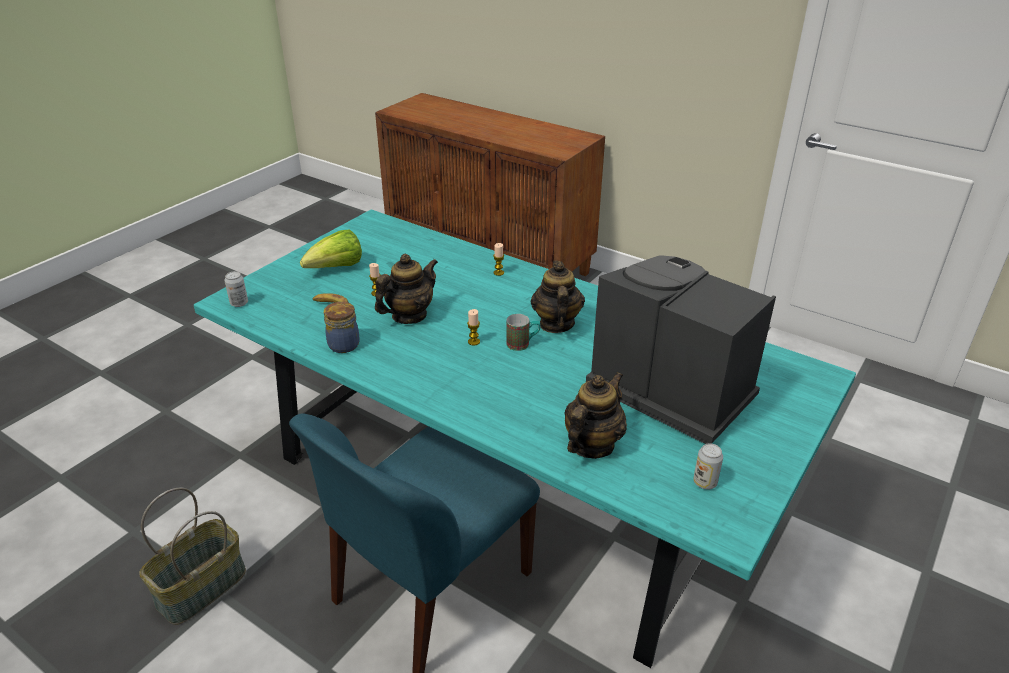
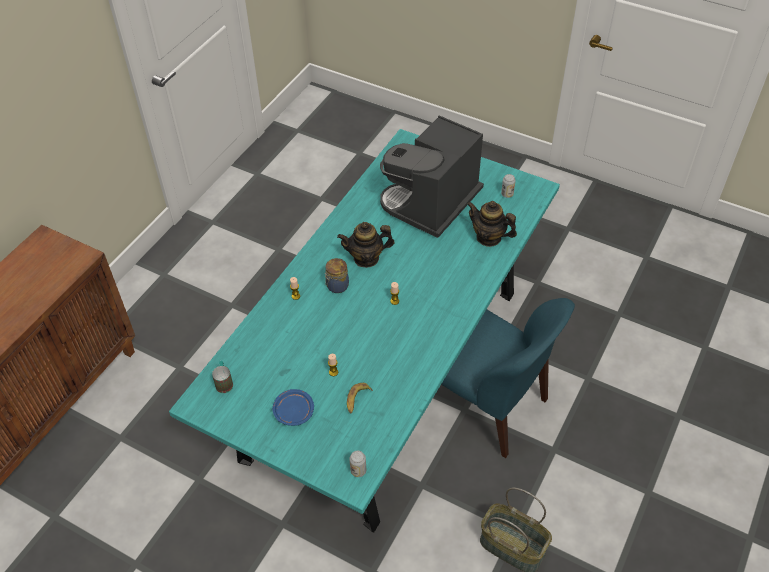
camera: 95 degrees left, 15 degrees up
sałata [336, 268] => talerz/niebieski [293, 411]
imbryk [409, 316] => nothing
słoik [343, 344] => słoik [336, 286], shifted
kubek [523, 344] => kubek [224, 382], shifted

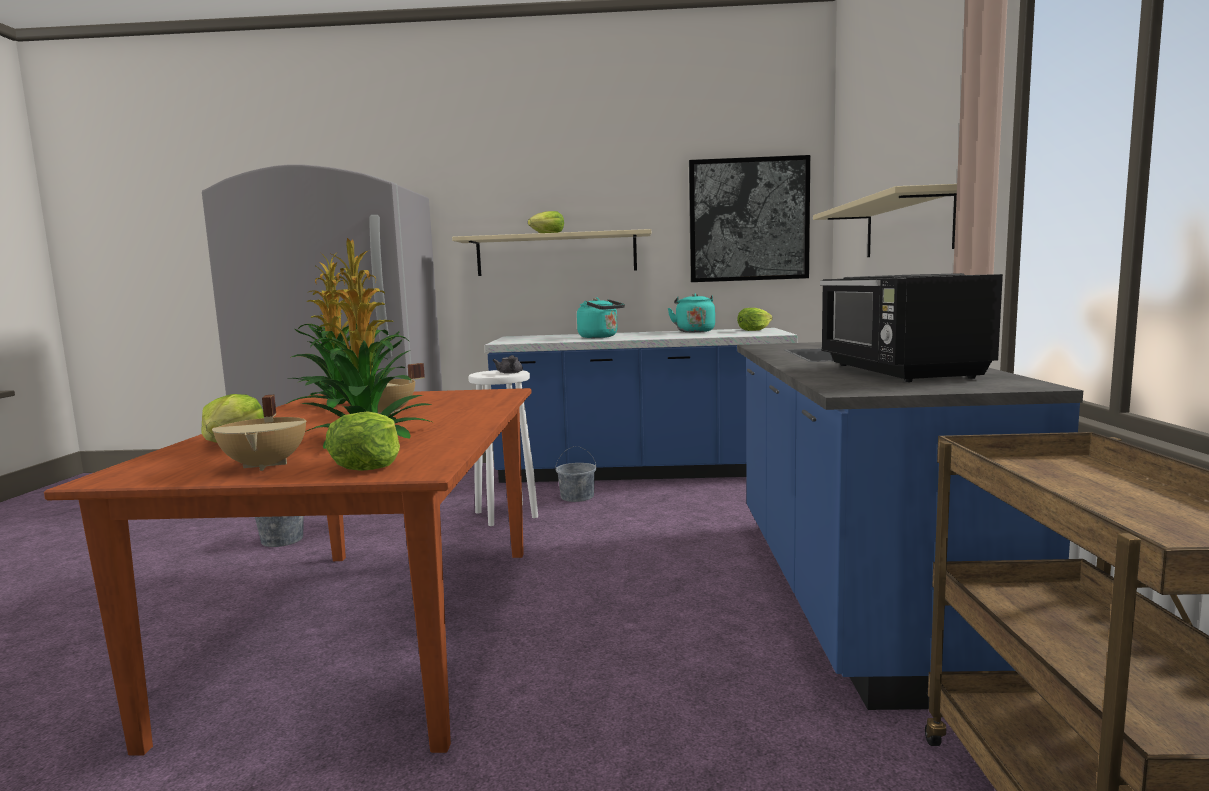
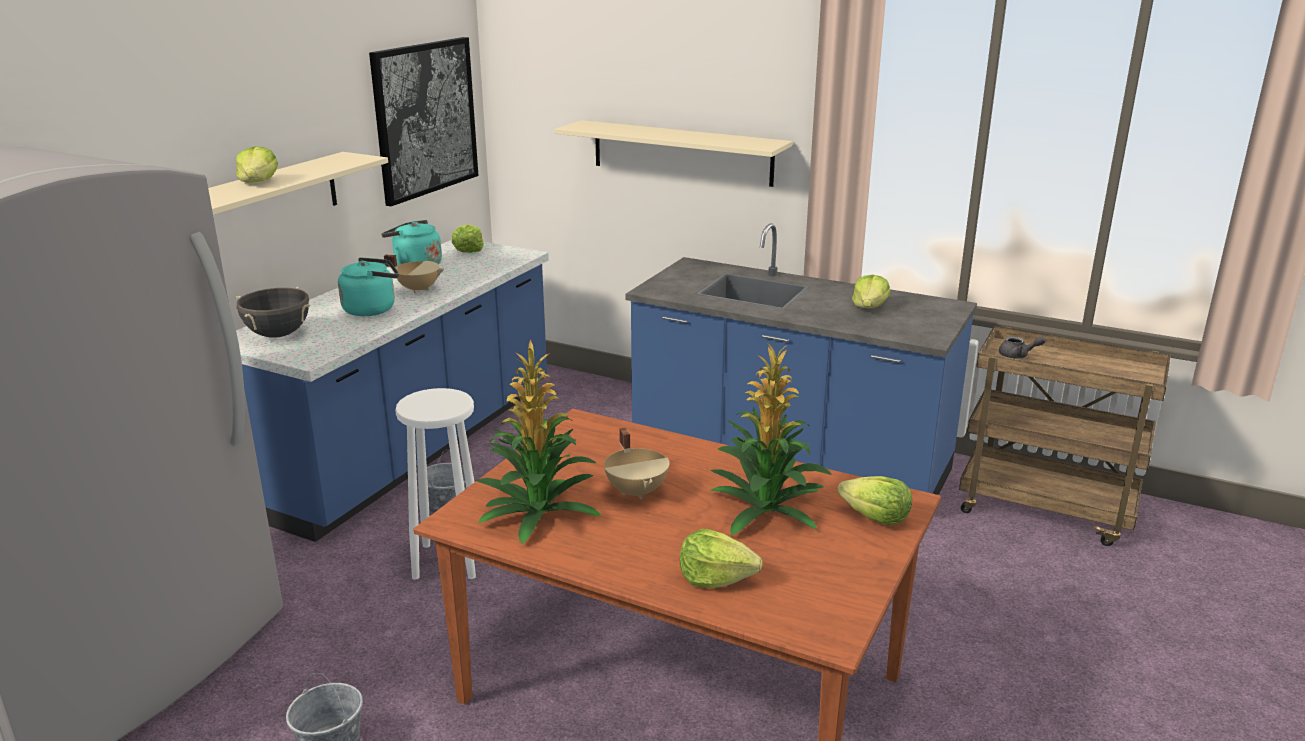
camera: 65 degrees left, 15 degrees up
mikrofalówka/czarny [899, 371] => sałata [869, 307]
imbryk/szary [510, 373] => imbryk/szary [1017, 355], shifted
garnek/beżowy [267, 465] => garnek/beżowy [418, 289], shifted
nothing => garnek/czarny [278, 335]

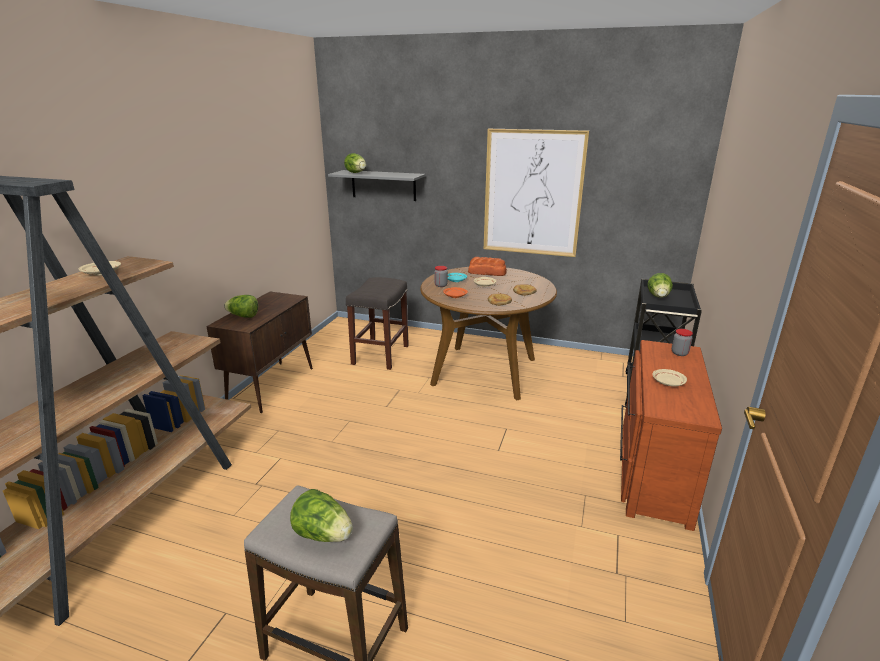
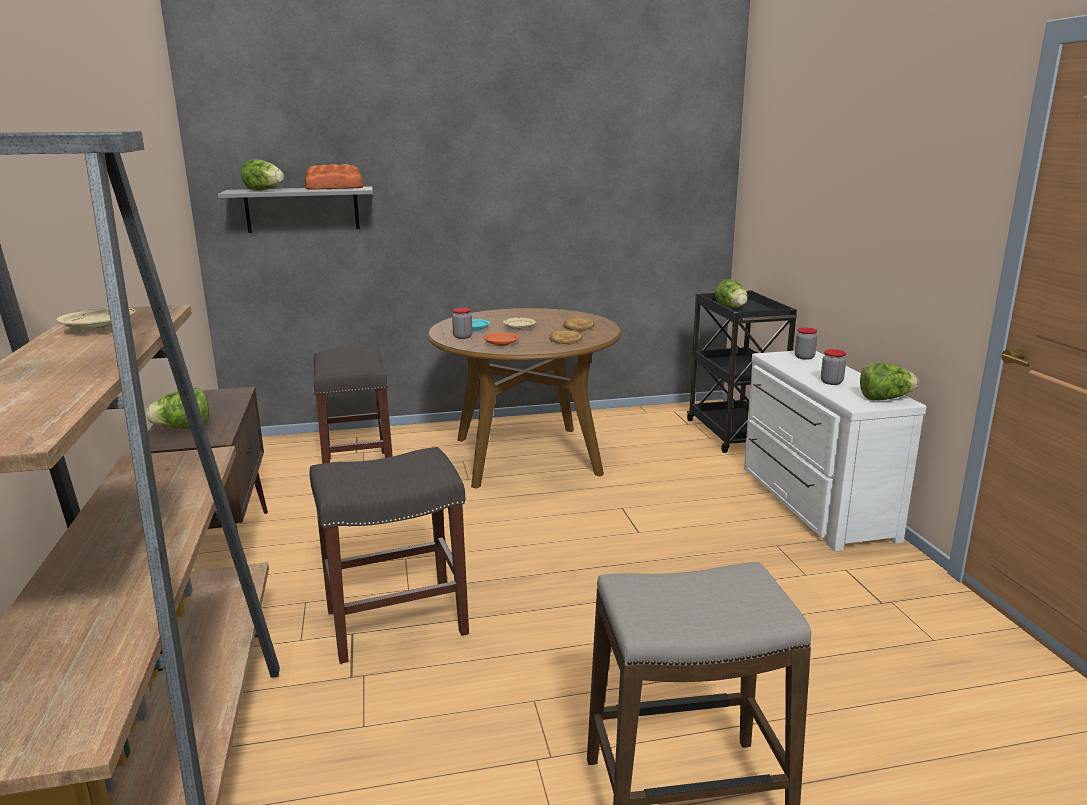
camera: 30 degrees left, 5 degrees down
obraz [533, 193] => nothing
chleb [487, 272] => chleb [335, 188], shifted
komoda/brązowy [651, 470] => komoda/biały [811, 502]
talerz/beżowy [668, 382] => słoik [831, 382]
sałata [324, 534] => sałata [884, 399], shifted
nothing => stołek/szary [398, 621]

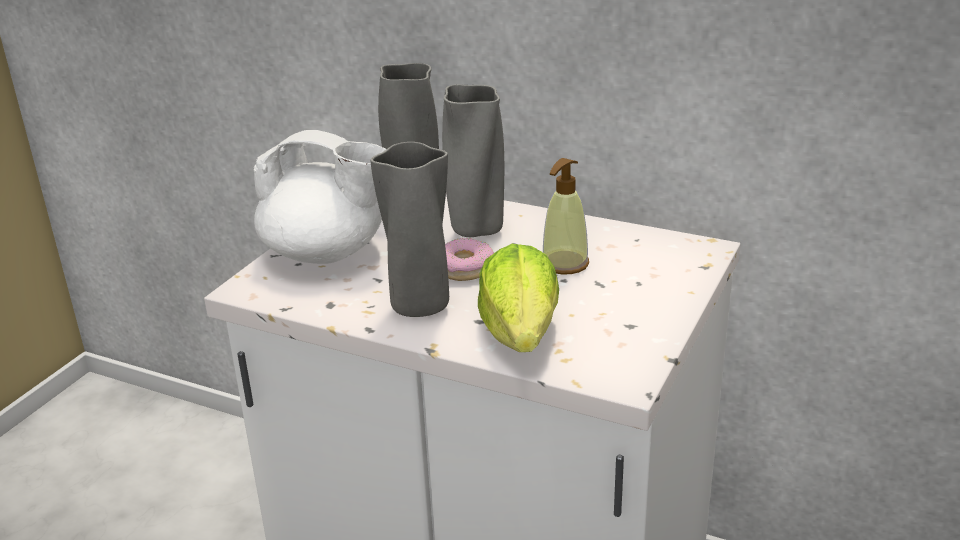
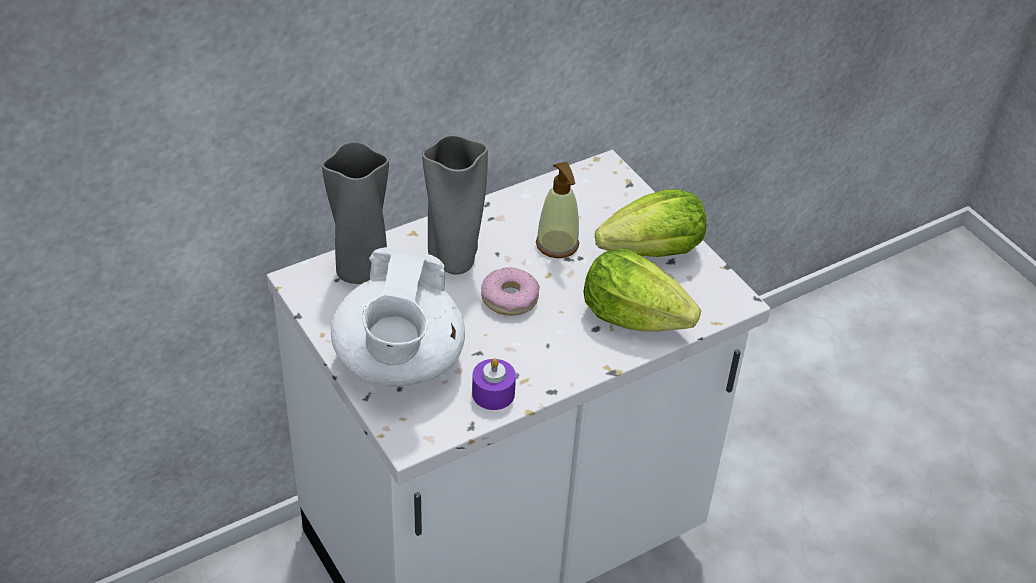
camera: 60 degrees left, 15 degrees up
imbryk/biały [326, 253] => imbryk/biały [399, 363], 135 degrees clockwise
wazon/szary [420, 306] => nothing
nothing => sałata [653, 252]
nothing => świeca/fioletowy [493, 393]

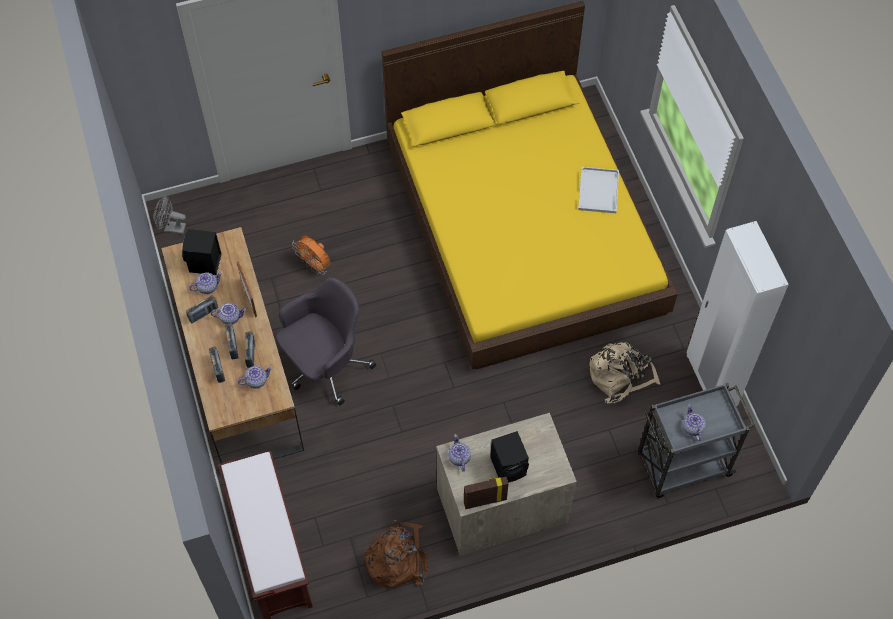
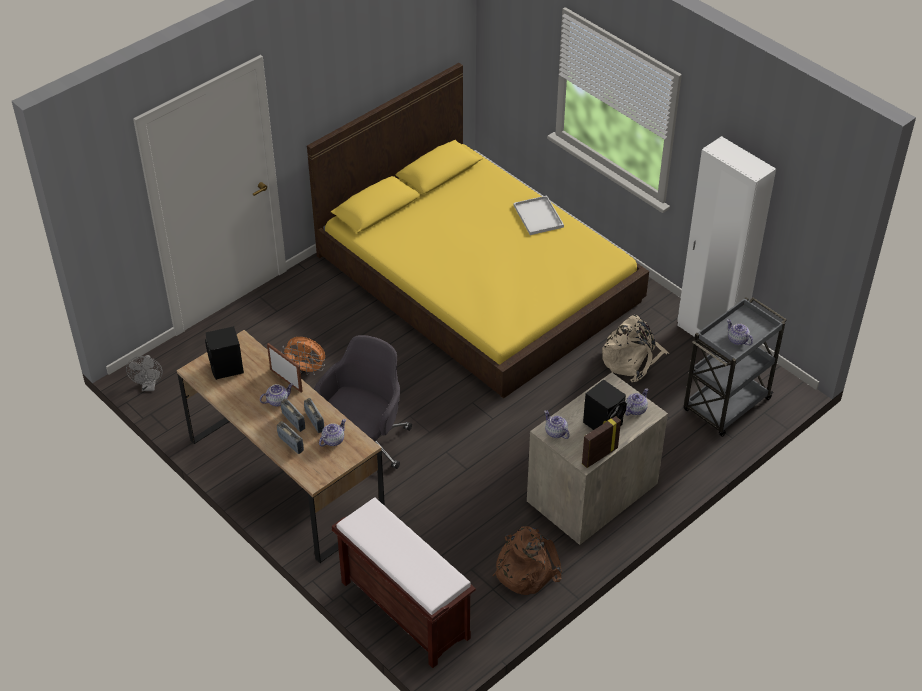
camera: 25 degrees left, 15 degrees down
wentylator/szary [171, 228] => wentylator/szary [149, 386], 75 degrees counterclockwise
imbryk [207, 287] => imbryk [635, 409], shifted
radio [203, 314] => nothing

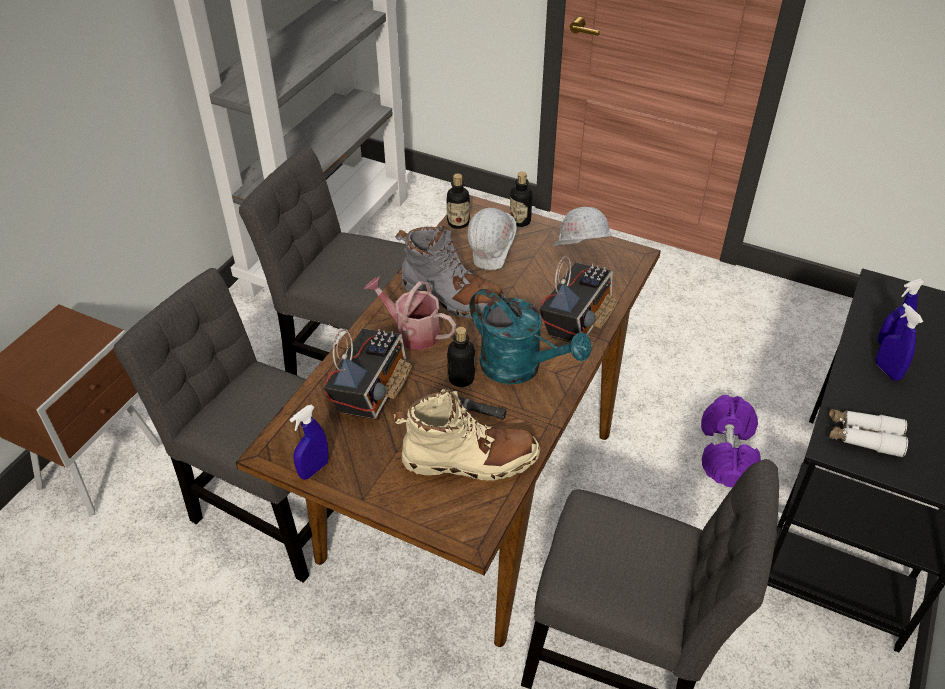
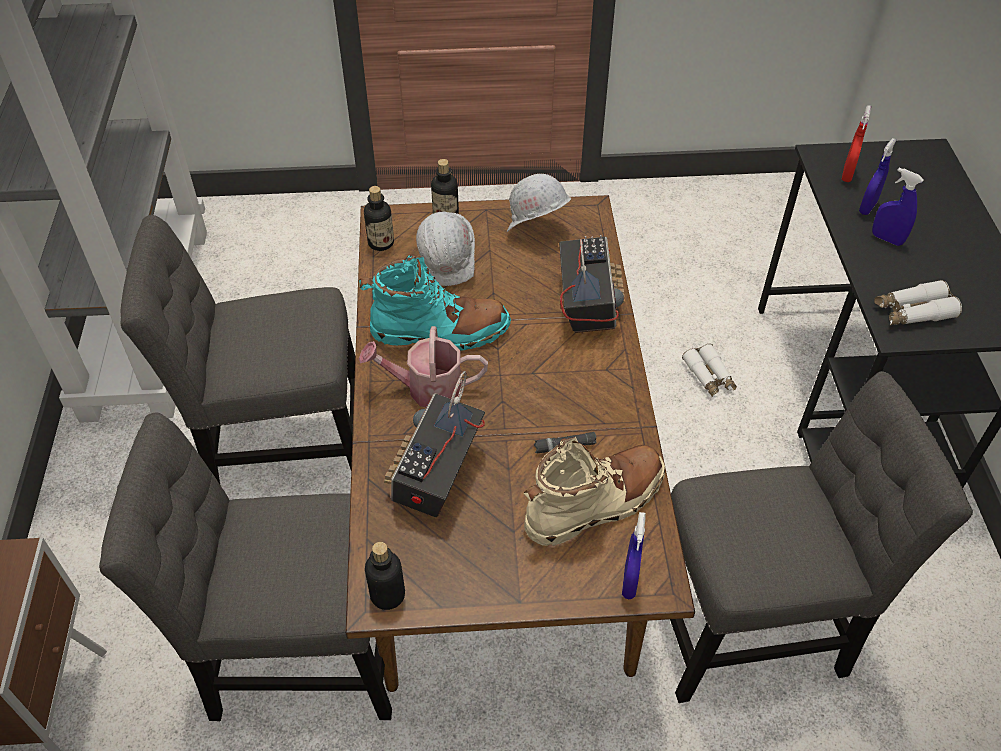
camera: 30 degrees left, 5 degrees up
but z cholewką/szary [452, 297] => but z cholewką/turkusowy [439, 331]
konewka/turkusowy [520, 368] => nothing
butelka [461, 378] => butelka [387, 595], shifted
radio [372, 392] => radio [436, 477], 150 degrees counterclockwise
hantel/fioletowy [726, 452] => lornetka/biały [709, 376]
spryskiwacz/niebieski [314, 469] => spryskiwacz/niebieski [629, 582], shifted
nothing => spryskiwacz/czerwony [847, 174]

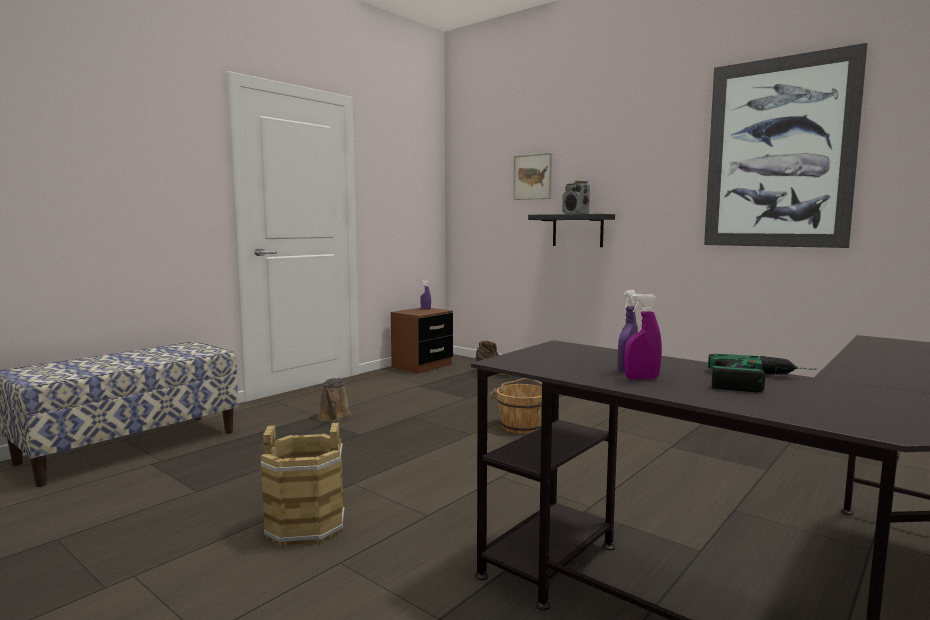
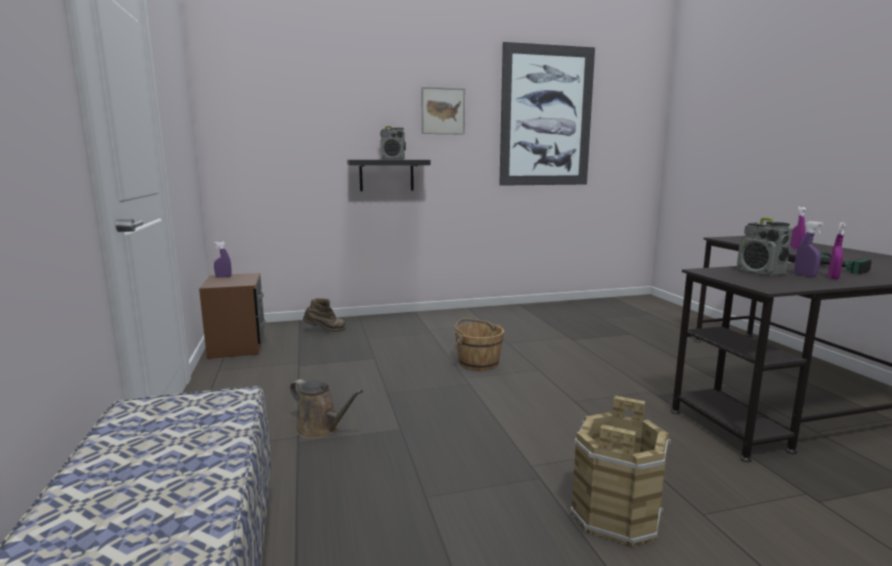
camera: 55 degrees left, 5 degrees up
obraz [532, 177] => obraz [443, 111], shifted
nothing => spryskiwacz/fioletowy [795, 248]
nothing => radio [760, 272]

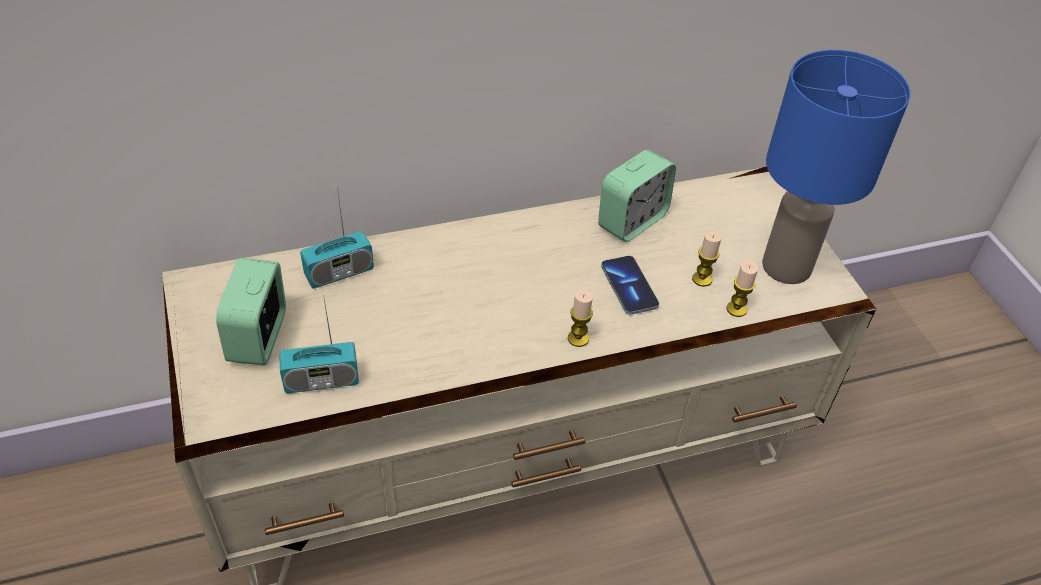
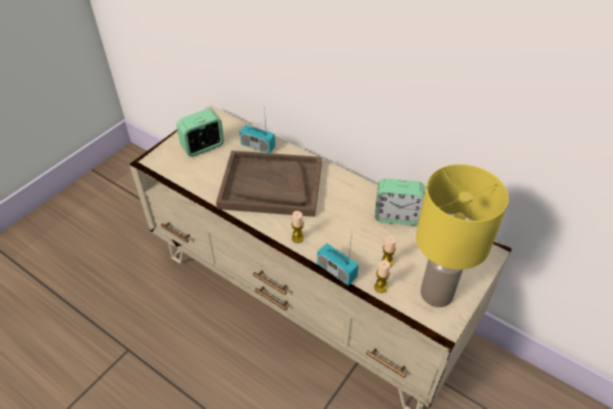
camera: 55 degrees right, 0 degrees up
lampa stołowa/niebieski [787, 266] => lampa stołowa/żółty [438, 294]
telefon [629, 286] => nothing
radio [321, 380] => radio [336, 271], shifted
nothing => taca/brązowy [271, 185]

